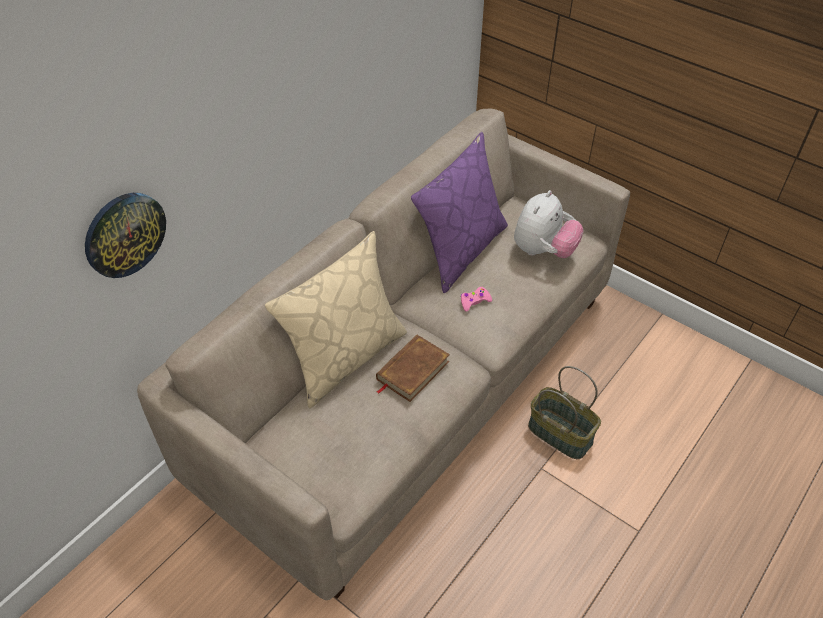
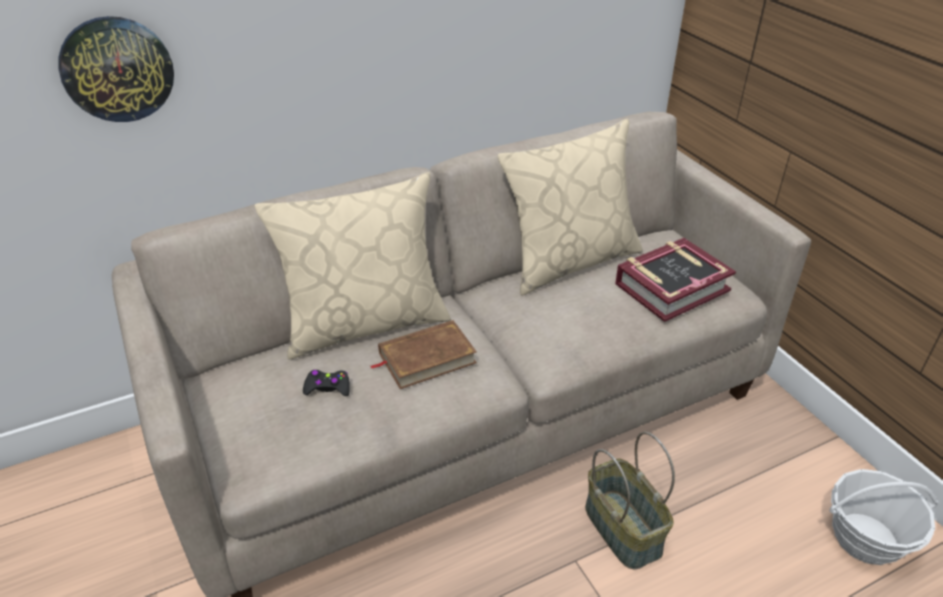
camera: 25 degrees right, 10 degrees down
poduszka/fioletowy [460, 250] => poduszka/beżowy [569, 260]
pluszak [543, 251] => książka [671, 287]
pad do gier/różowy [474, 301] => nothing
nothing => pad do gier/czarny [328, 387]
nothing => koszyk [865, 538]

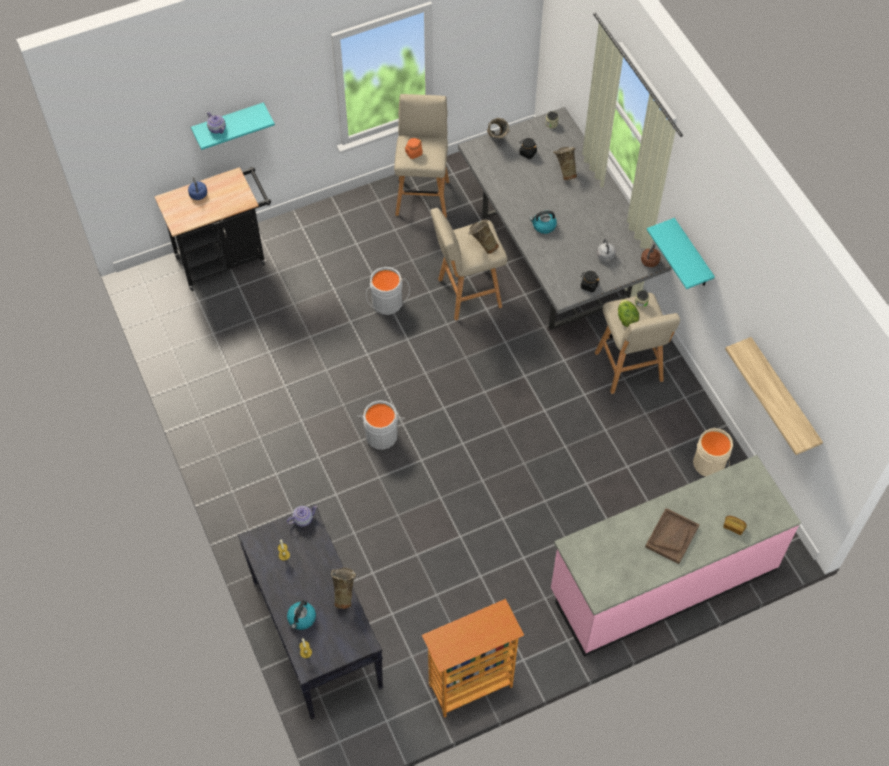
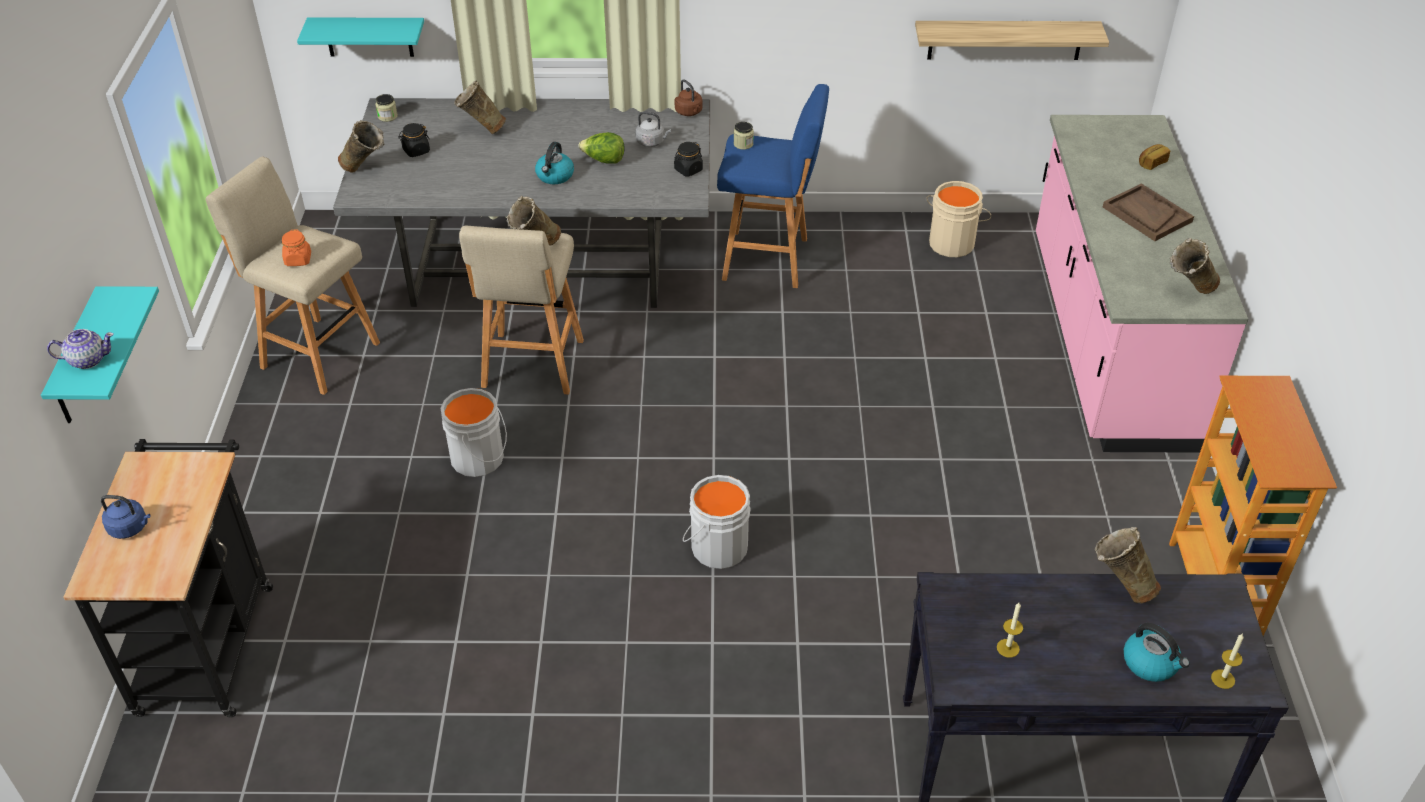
camera: 65 degrees left, 15 degrees down
półka/turkusowy [692, 255] => półka/turkusowy [369, 36], shifted
stołek/beżowy [629, 369] => stołek/niebieski [769, 259]
sałata [626, 318] => sałata [603, 160], shifted
imbryk [302, 519] => nothing
nothing => wazon/beżowy [1188, 293]

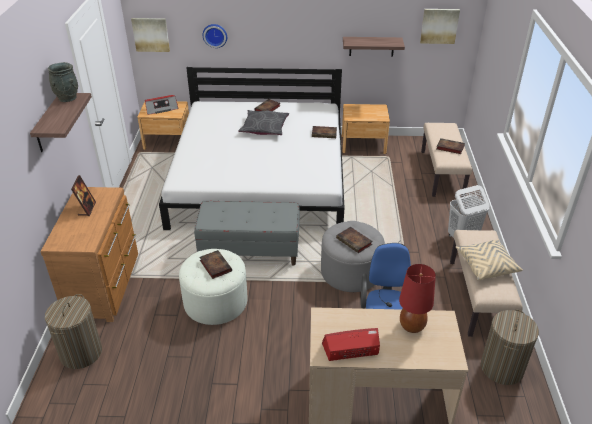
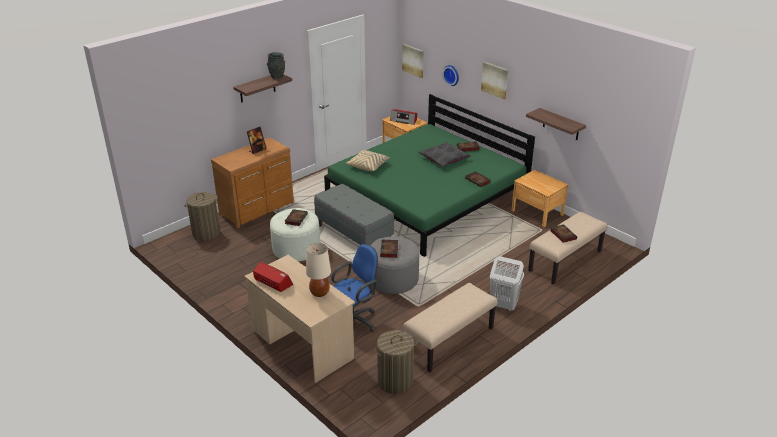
camera: 45 degrees right, 5 degrees down
obraz [439, 25] => obraz [495, 80], shifted
łóżko/biały [260, 178] => łóżko/zielony [427, 198]
poduszka/beżowy [486, 265] => poduszka/beżowy [368, 165], shifted
lampa stołowa/czerwony [412, 326] => lampa stołowa/beżowy [319, 293]

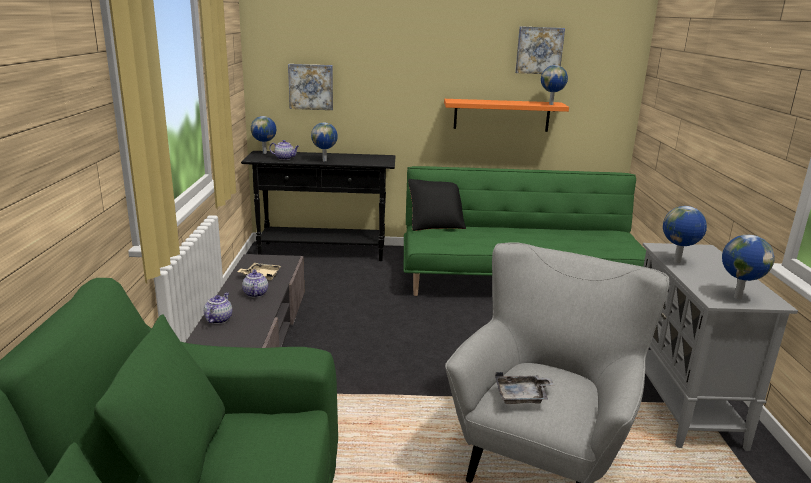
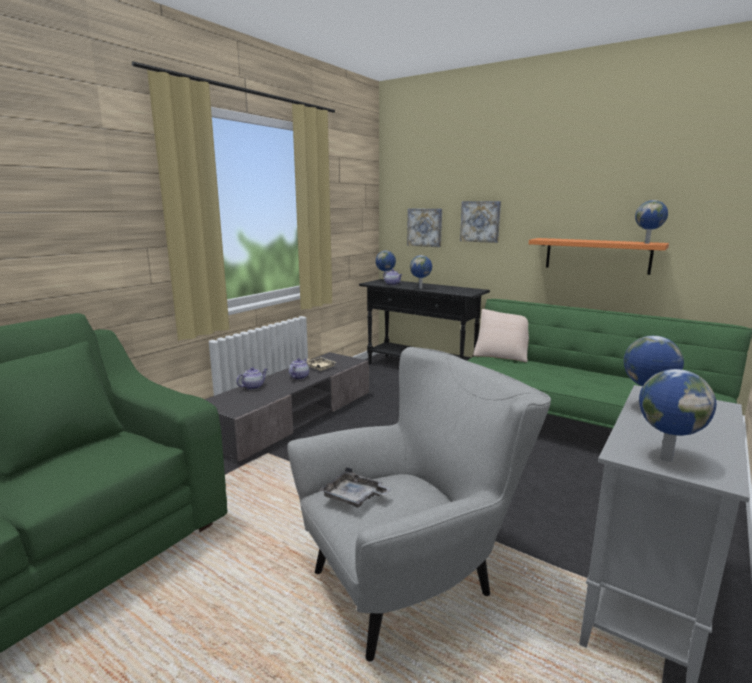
camera: 35 degrees right, 5 degrees down
obraz [539, 50] => obraz [480, 221], shifted
poduszka/czarny [436, 224] => poduszka/beżowy [502, 355]

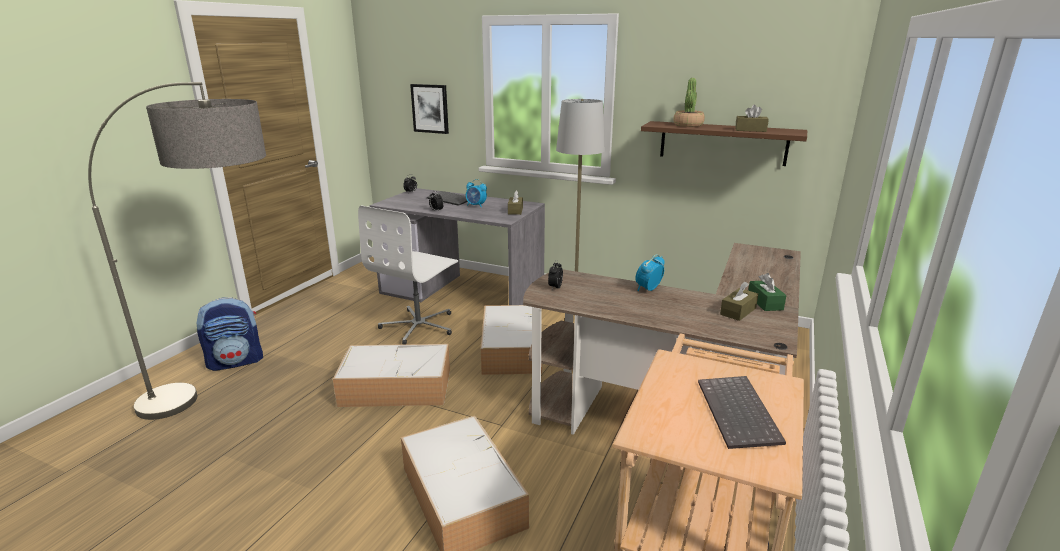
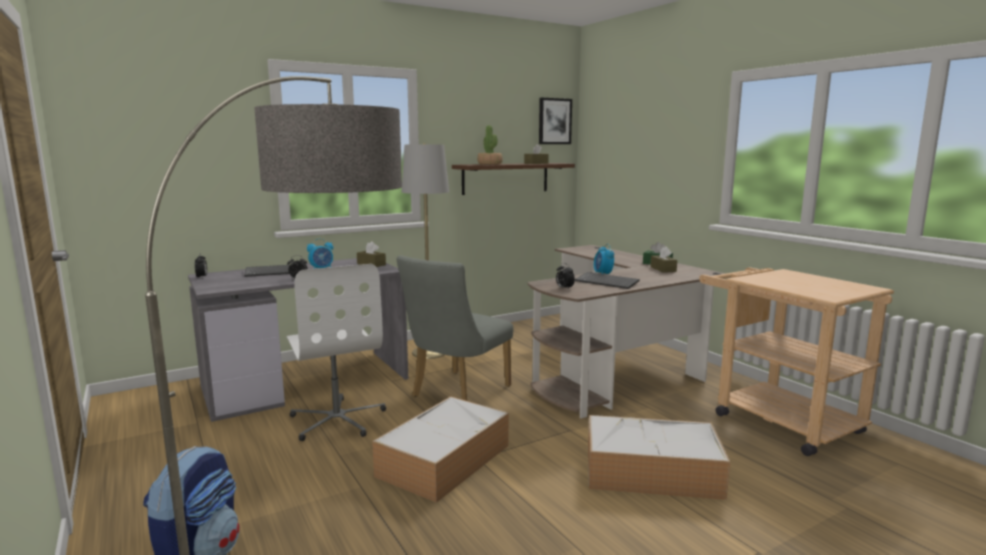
camera: 55 degrees left, 10 degrees down
obraz [430, 108] => obraz [554, 121], shifted
pojemnik do przechowywania [511, 349] => krzesło/szary [456, 393]
klawiatura [740, 414] => klawiatura [607, 282], shifted

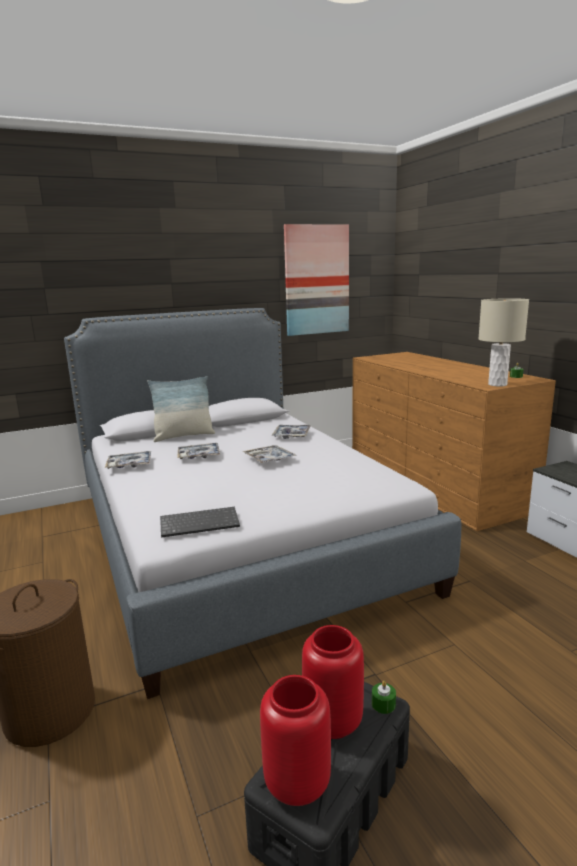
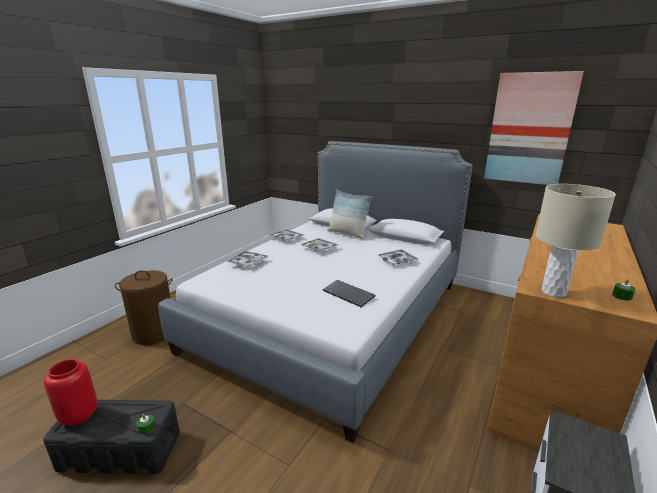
camera: 55 degrees right, 5 degrees up
taca [269, 459] => taca [248, 263], shifted
klawiatura [200, 523] => klawiatura [349, 294], shifted
wazon/czerwony [332, 722] => nothing

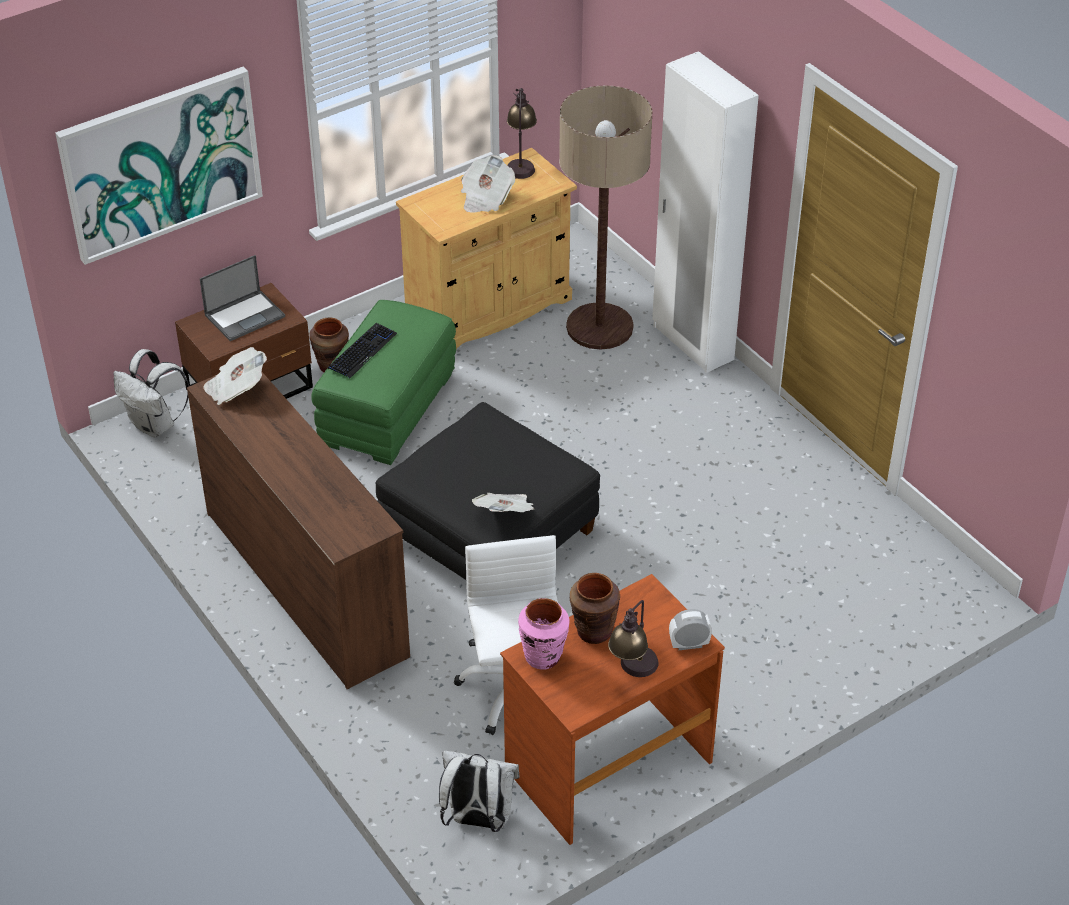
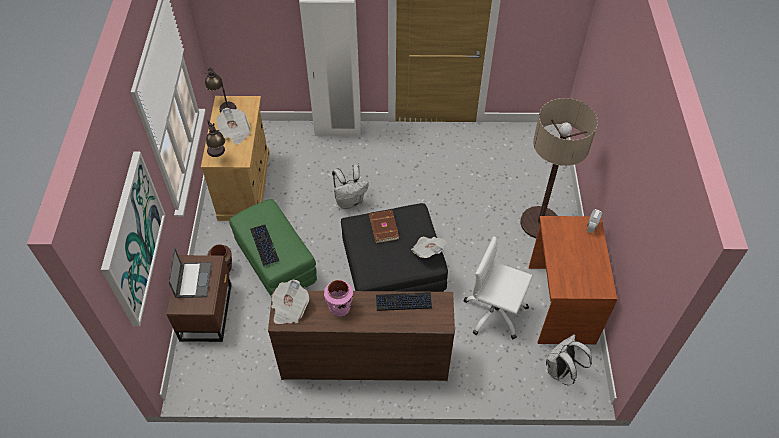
camera: 55 degrees left, 10 degrees up
lampa stojąca [599, 327] => lampa stojąca [540, 223], shifted
plecak/biały [155, 425] => plecak/biały [350, 201], shifted
wazon/brązowy [593, 631] => nothing
wazon/różowy [543, 657] => wazon/różowy [340, 308], shifted
lampa stołowa [633, 673] => lampa stołowa [218, 155], shifted
nothing => książka/brązowy [383, 228]
nothing => klawiatura [403, 302]

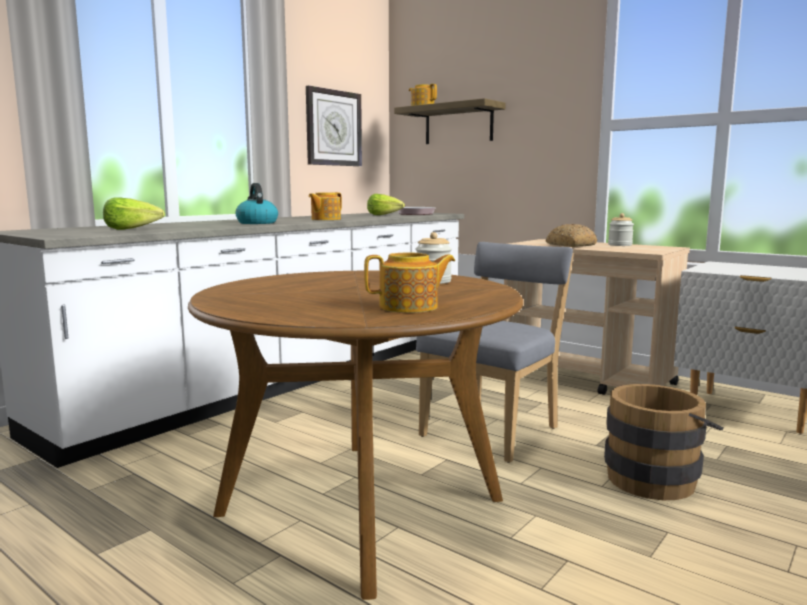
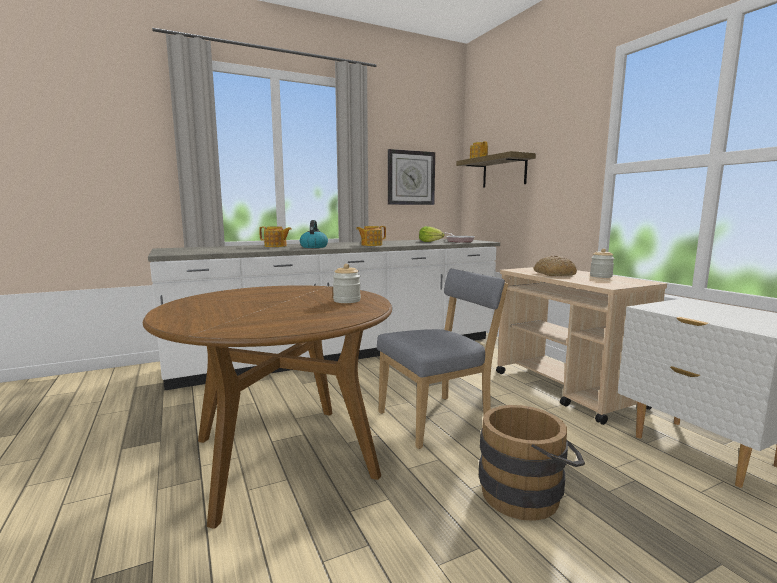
camera: 25 degrees right, 0 degrees up
sałata [132, 229] => nothing
imbryk [410, 307] => imbryk [276, 246], shifted

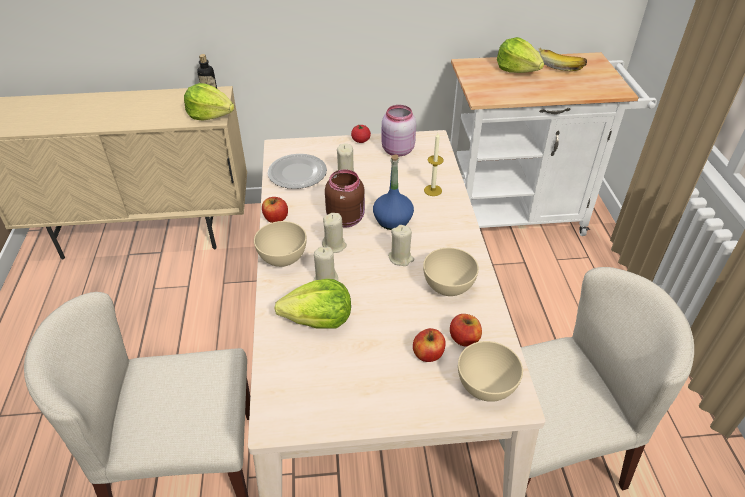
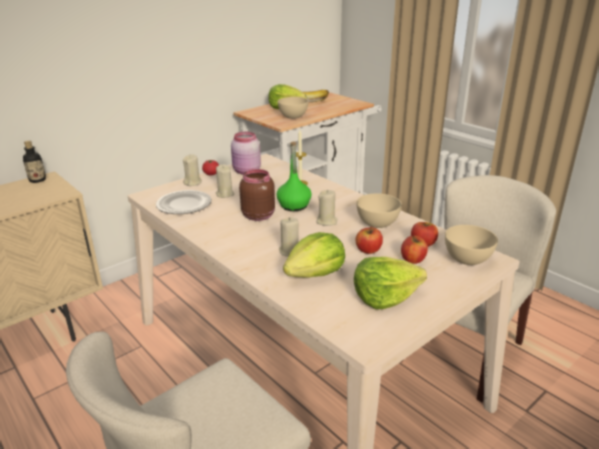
camera: 35 degrees left, 15 degrees down
sałata [210, 115] => sałata [384, 297], shifted
butelka/niebieski [392, 220] => butelka/zielony [294, 206]
jabłko [276, 218] => jabłko [368, 250], shifted
świeca/beżowy [334, 245] => świeca/beżowy [193, 182], shifted
miska/beżowy [282, 258] => miska/beżowy [293, 117], shifted

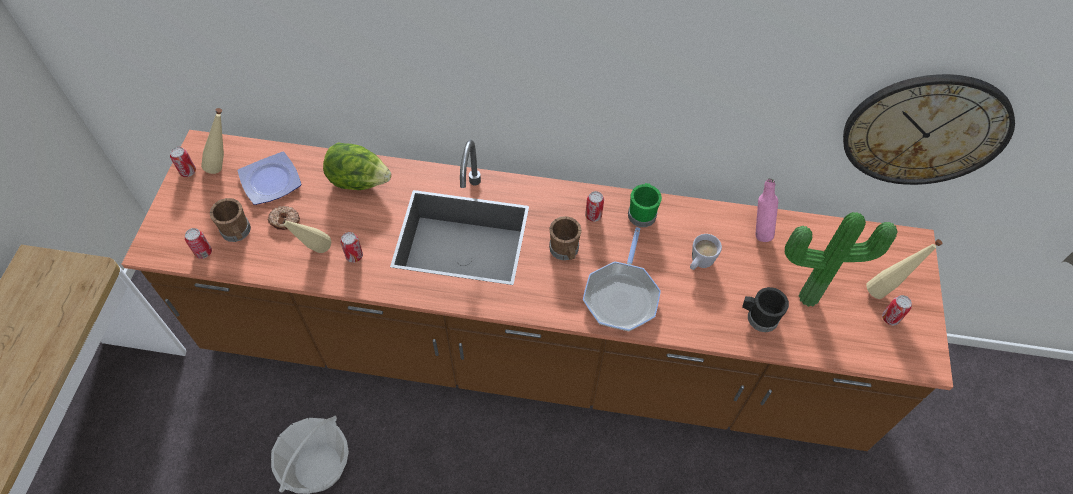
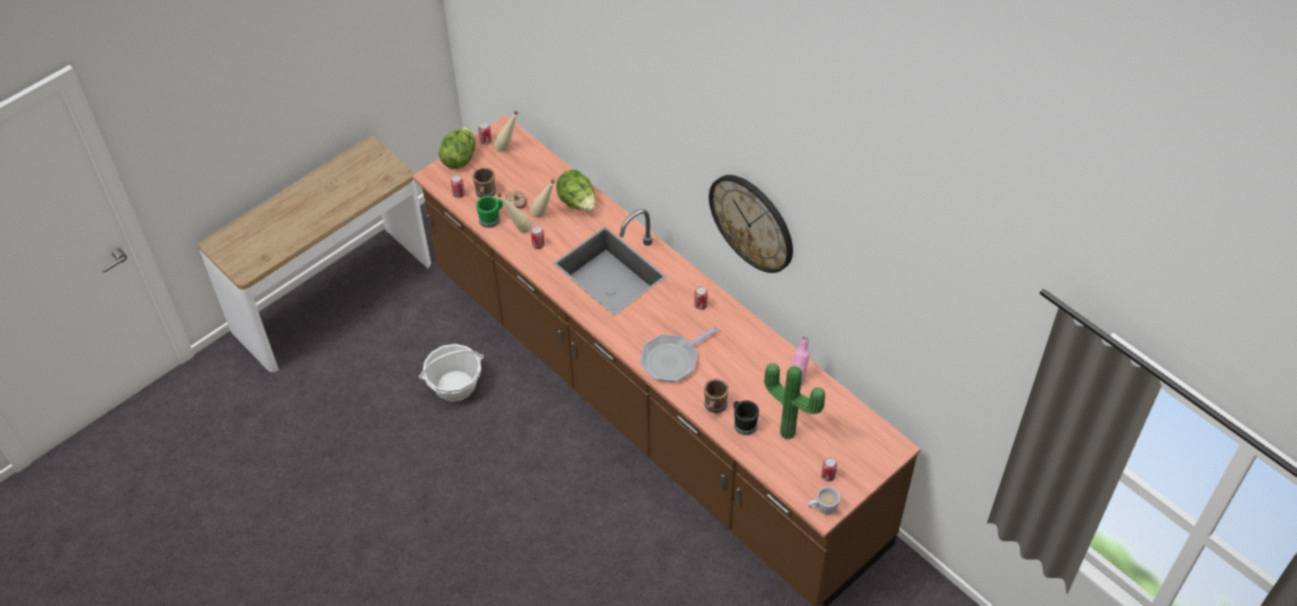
camera: 40 degrees right, 5 degrees down
zegar ścienny [925, 130] => zegar ścienny [752, 222], shifted
talerz [270, 182] => nothing
kubek/zielony [642, 213] => kubek/zielony [491, 218], shifted
kubek/brązowy [565, 251] => kubek/brązowy [714, 406], shifted
kubek/biały [699, 263] => kubek/biały [822, 508], shifted
butelka/beżowy [885, 290] => butelka/beżowy [544, 216], shifted
nothing => sałata [459, 158]

